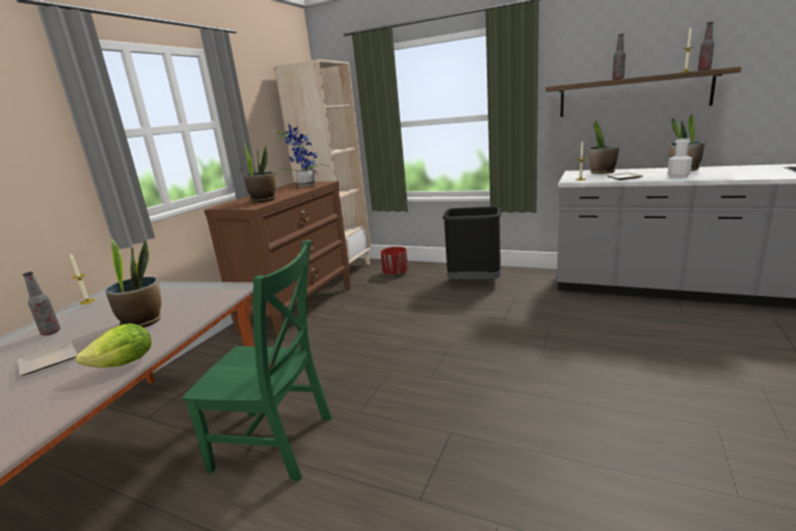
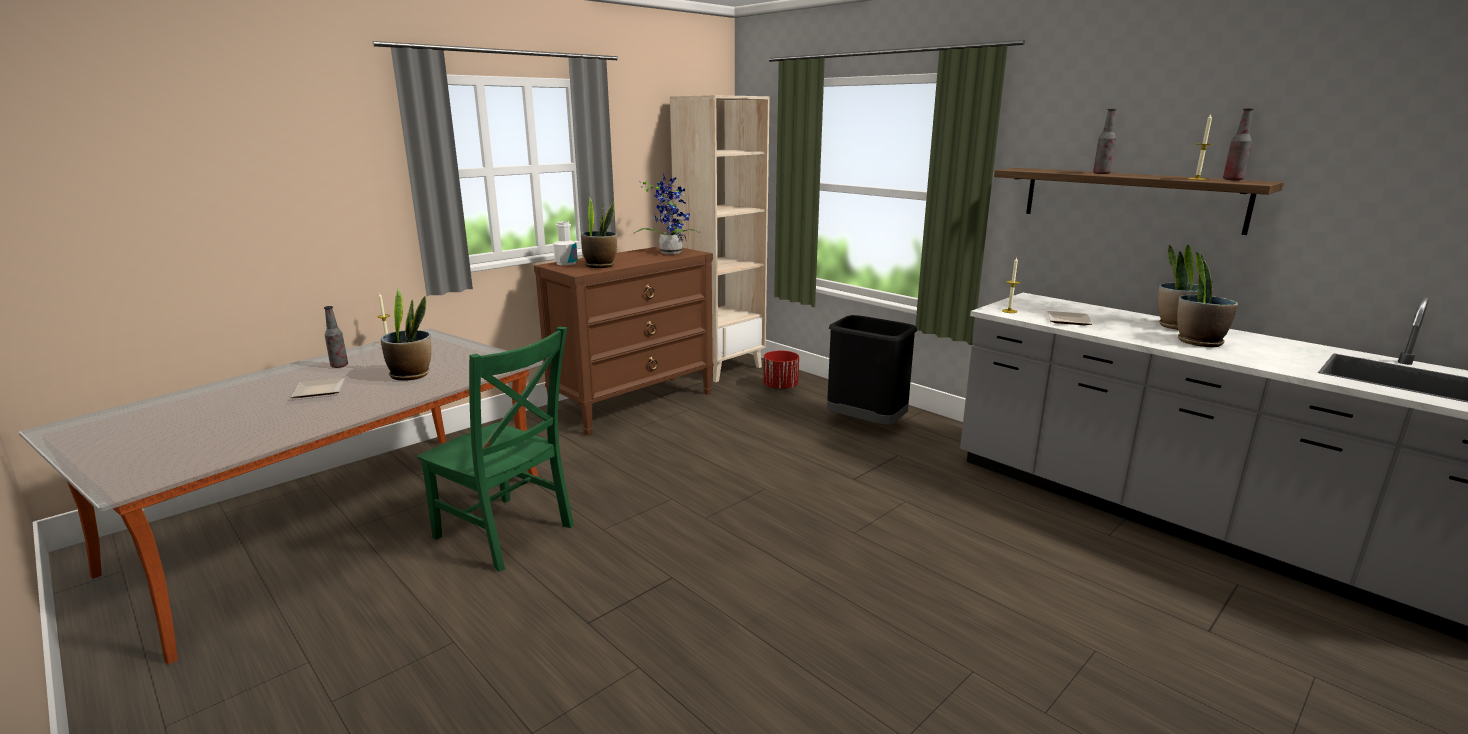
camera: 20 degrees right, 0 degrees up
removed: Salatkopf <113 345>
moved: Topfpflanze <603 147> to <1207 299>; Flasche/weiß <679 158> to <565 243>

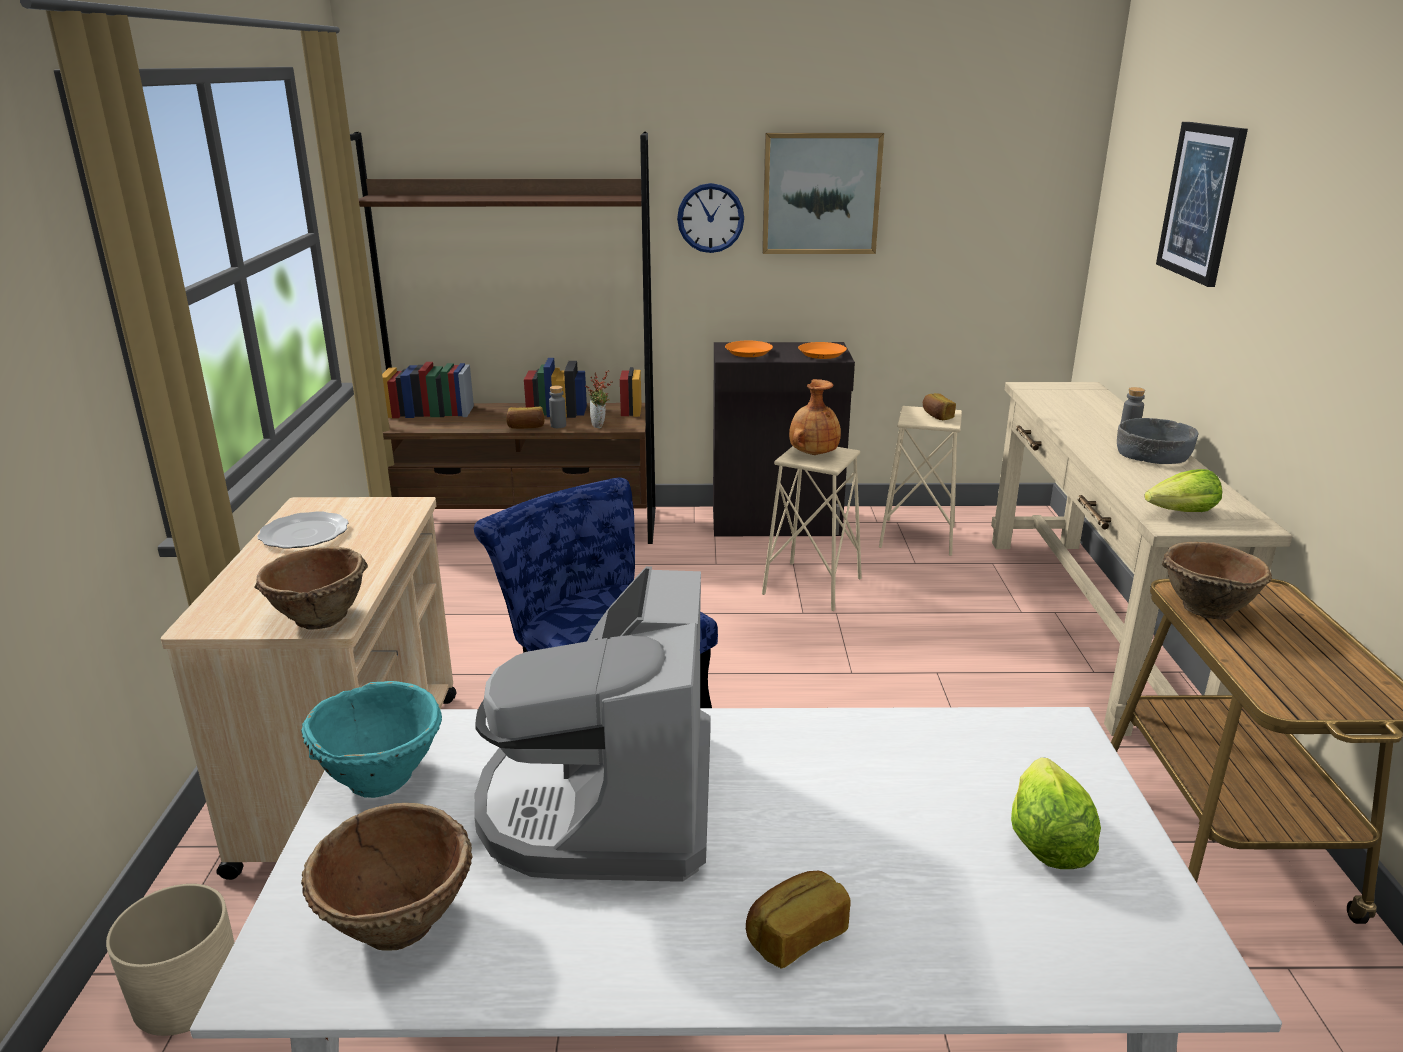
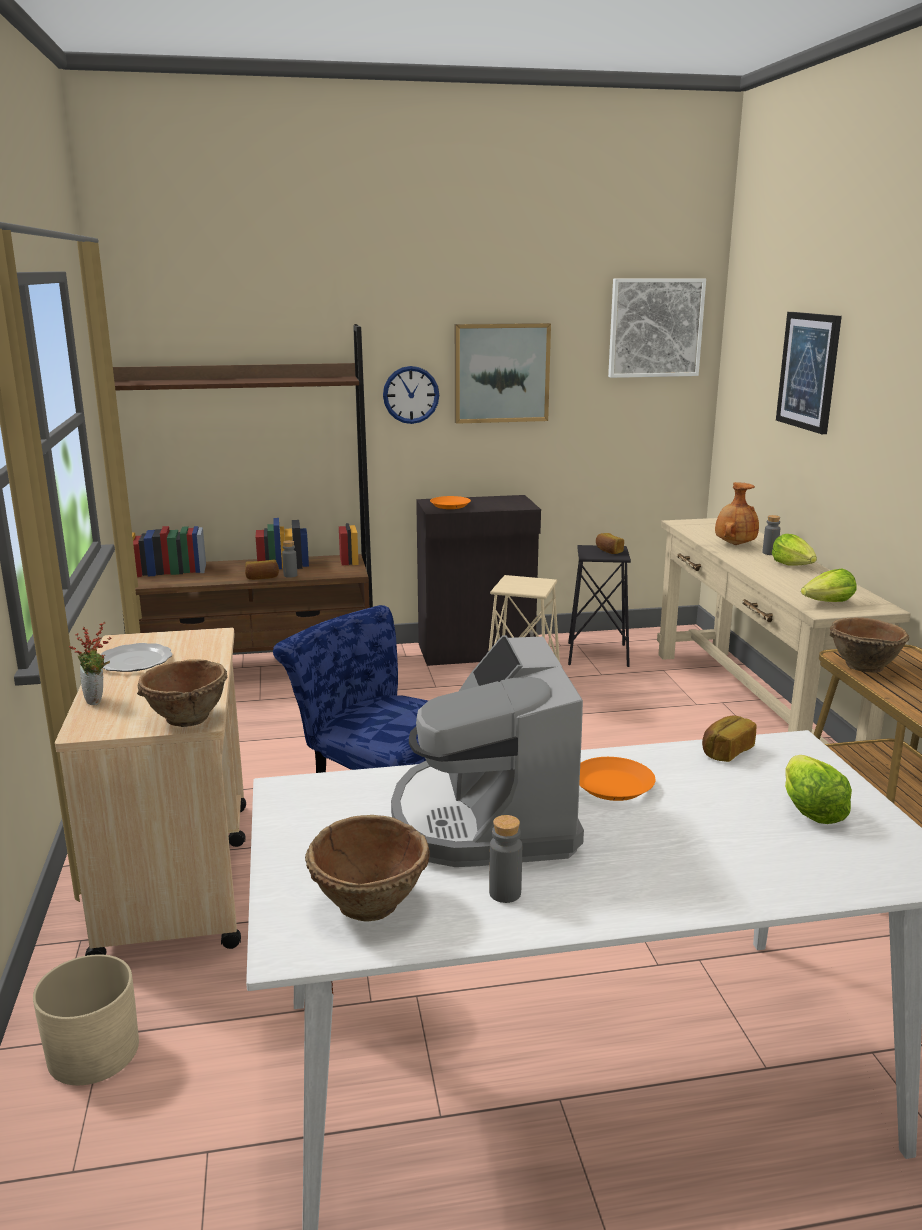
camera: 10 degrees left, 5 degrees down
removed: Schüssel/türkis <371 739>
added: Flasche/grau <505 859>; Bild <657 328>
moved: Topfpflanze <599 399> to <90 664>; Brot <798 920> to <729 738>; Vase/braun <815 417> to <737 513>; Teller/orange <822 350> to <617 779>
replaced: Schüssel/grau <1158 441> to Salatkopf <794 550>
recoloured: Hocker/beige <920 481> to Hocker/schwarz <599 606>

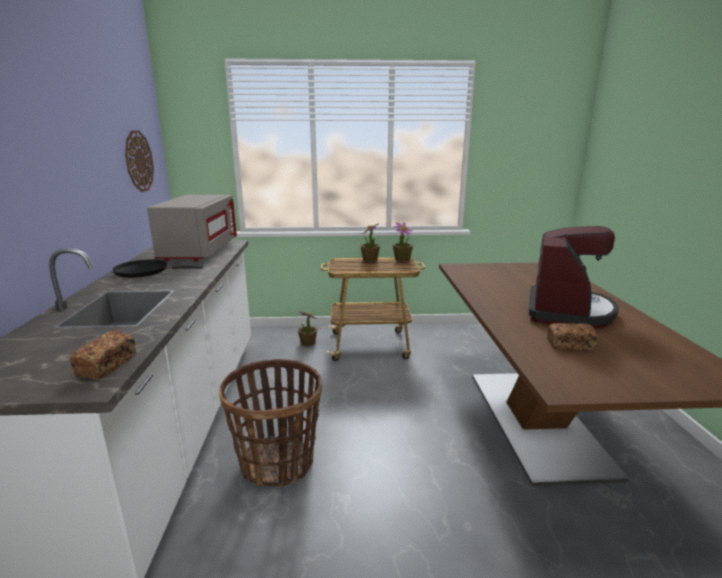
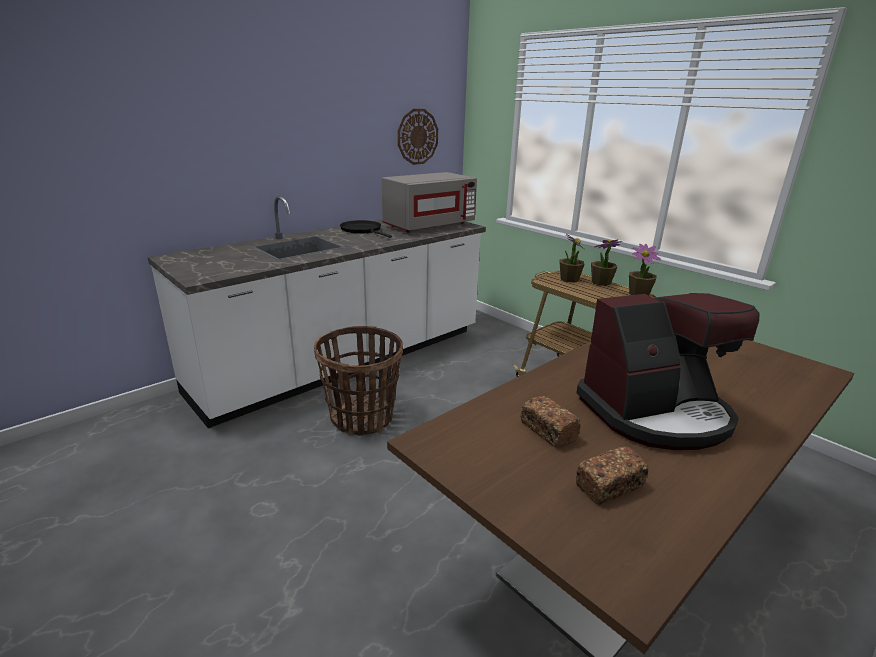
camera: 50 degrees right, 5 degrees up
moved: Brot <103 355> to <612 476>; Topfpflanze <307 328> to <572 258>

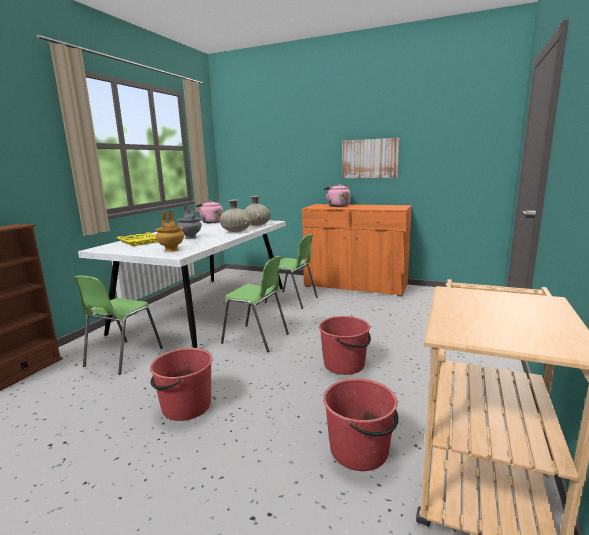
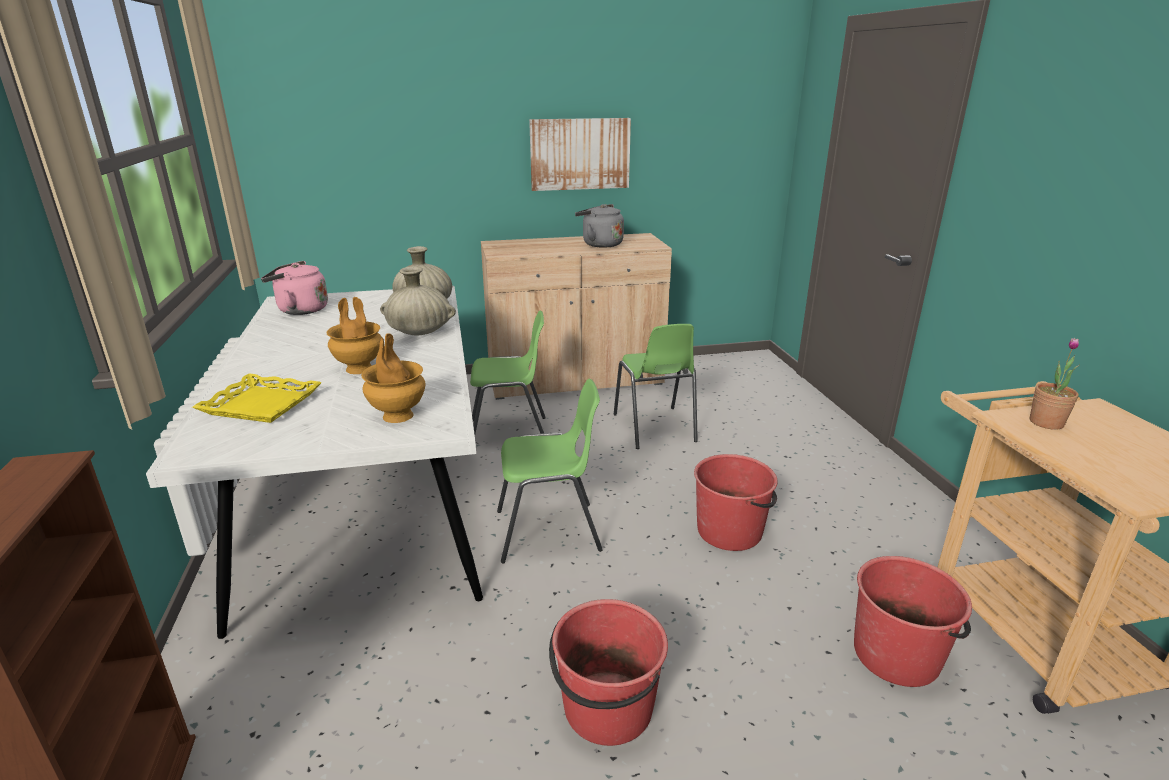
camera: 35 degrees left, 10 degrees up
removed: Wasserkessel/rosa <337 195>
added: Wasserkessel/grau <599 226>; Topfpflanze <1054 384>
moved: Stuhl/grün <118 325> to <656 386>
recoloured: Vase/grau <189 221> to Vase/braun <354 335>; Schrank/orange <357 250> to Schrank/beige <576 316>

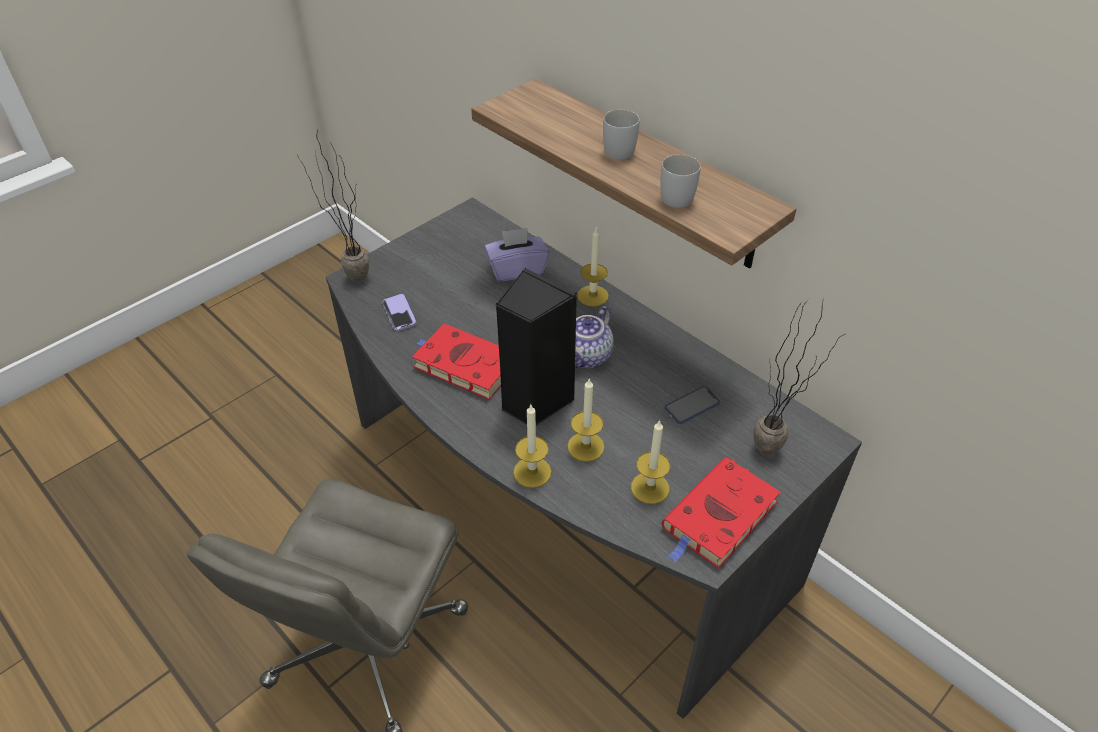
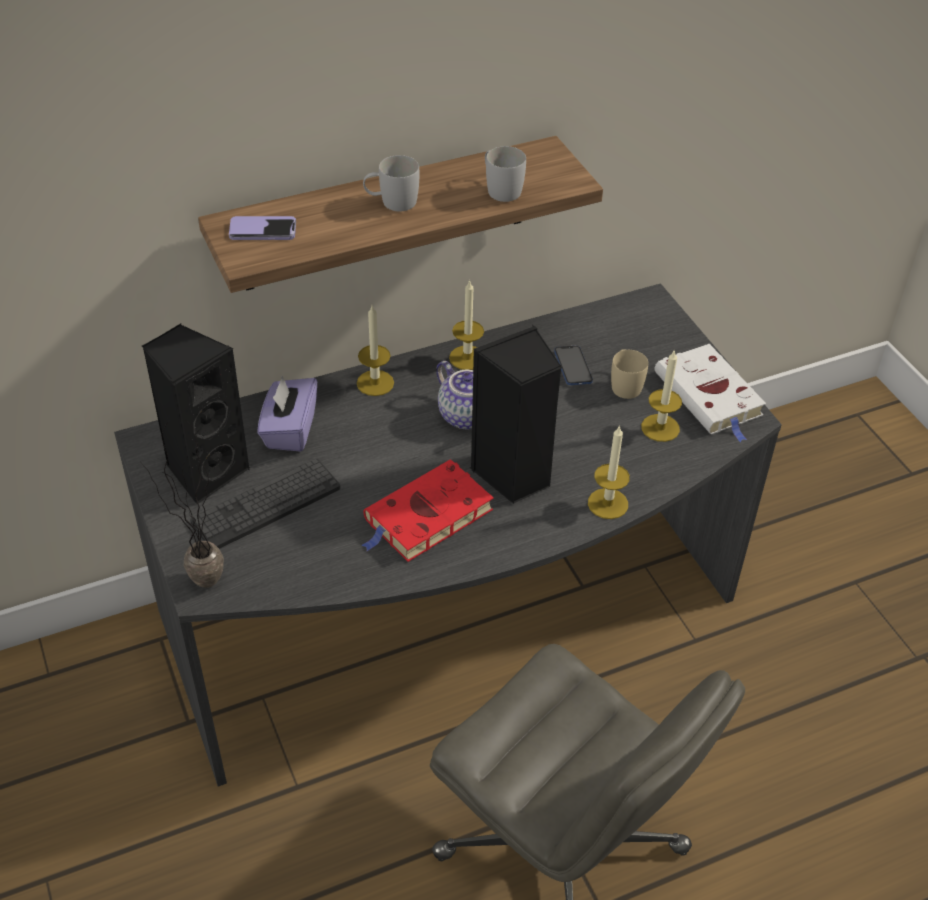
camera: 70 degrees left, 0 degrees up
removed: Topfpflanze <799 376>
added: Lautsprecher/schwarz <196 414>; Tastatur <265 504>; Henkelbecher/beige <629 374>
moved: Handy <399 312> to <262 228>; Kerze <586 420> to <466 325>
recoloured: Buch/rot <721 512> to Buch/weiß <710 393>

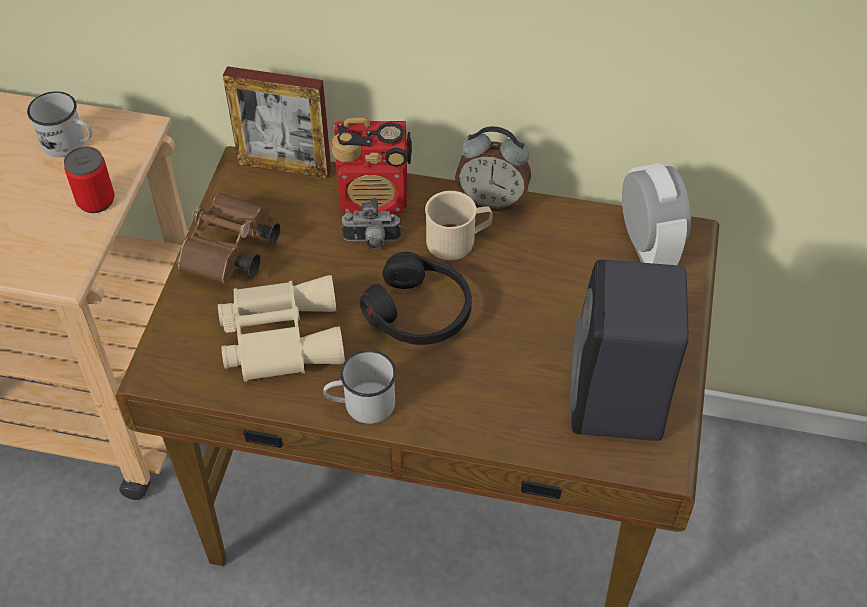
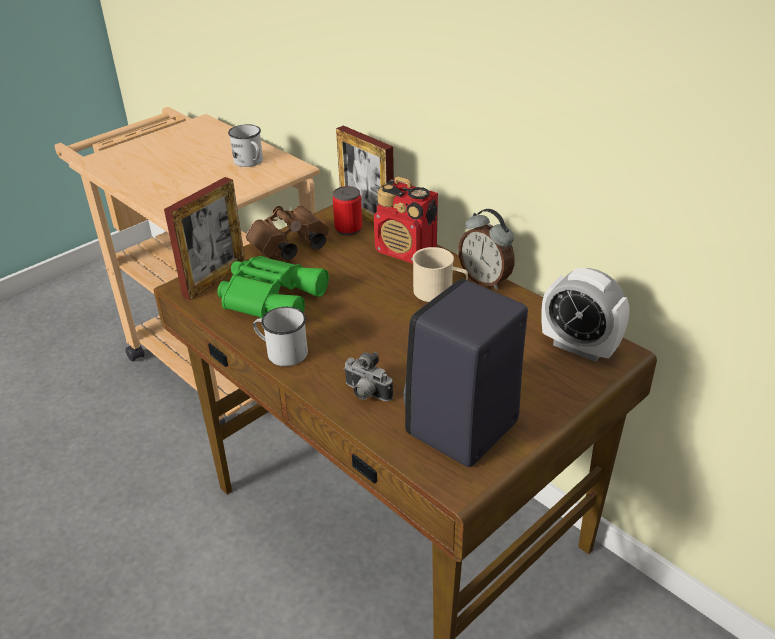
camera: 35 degrees right, 15 degrees down
removed: Kopfhörer/schwarz <416 298>
added: Bilderrahmen <204 238>
moved: Dose <89 179> to <347 211>; Kamera <371 223> to <368 376>
recoloured: Fernglas/beige <281 328> to Fernglas/grün <273 287>
turned: Wecker <656 214> = <585 315> 105 degrees clockwise

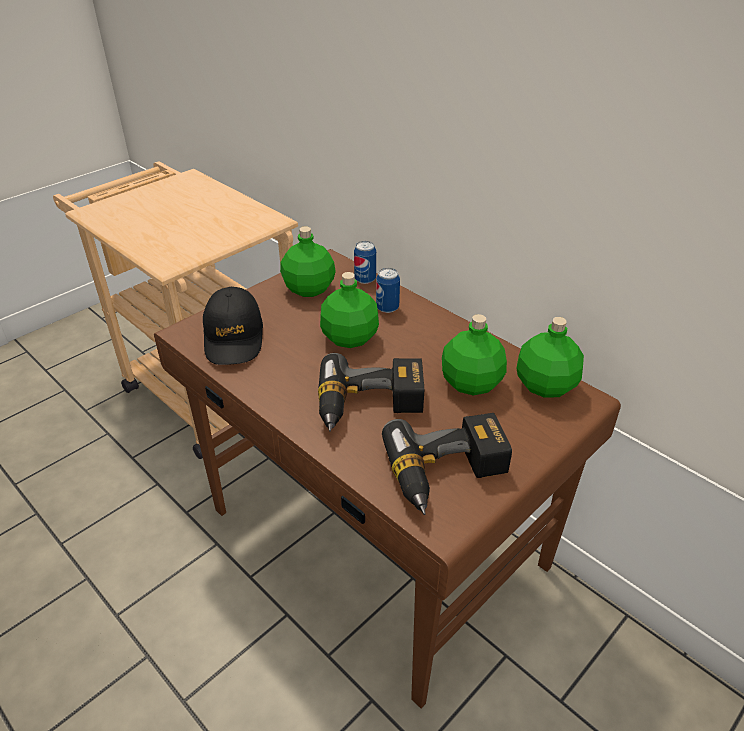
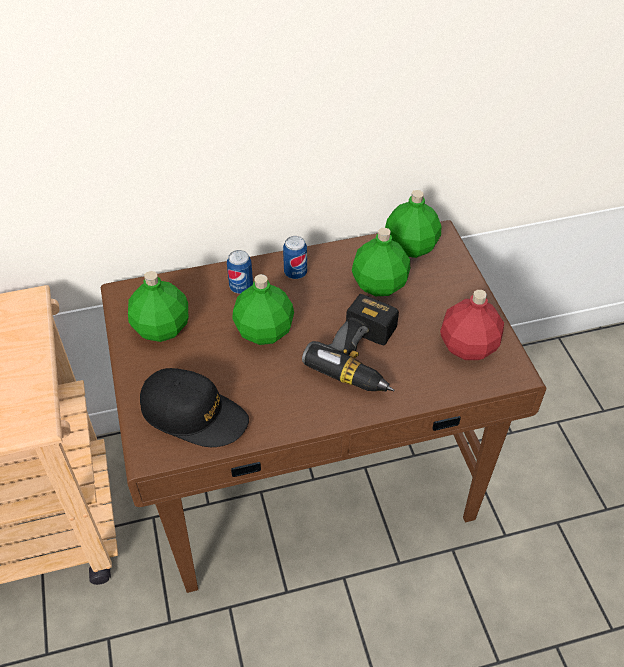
camera: 60 degrees left, 10 degrees up
moved: Dose <365 262> to <295 257>
replaced: Bohrmaschine <447 464> to Flasche/rot <472 325>

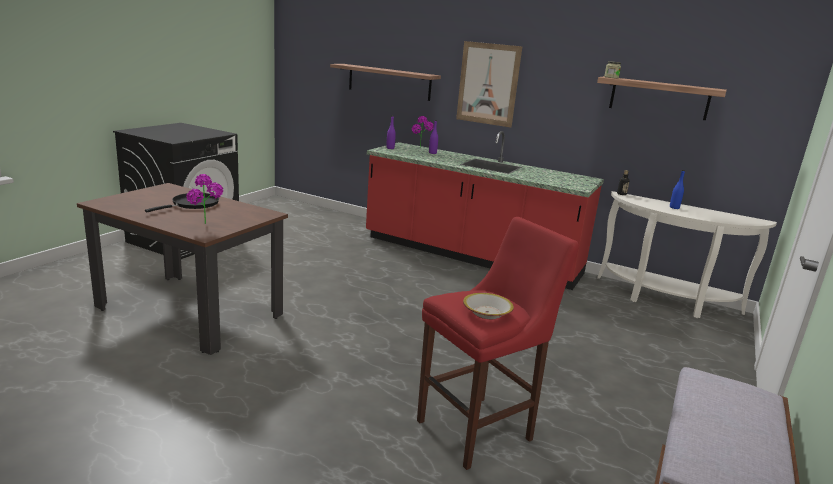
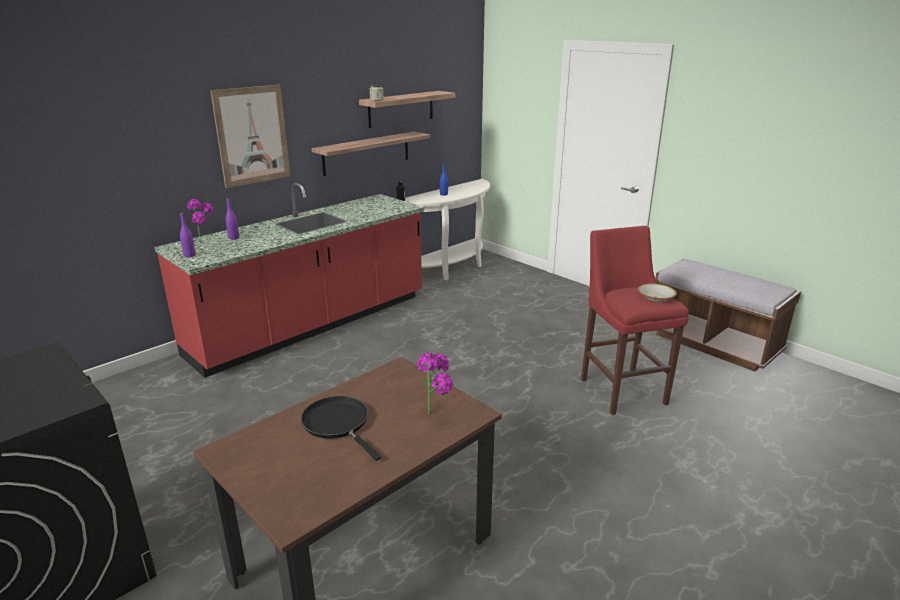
camera: 70 degrees left, 5 degrees up
moved: Wandregal <385 82> to <370 153>

